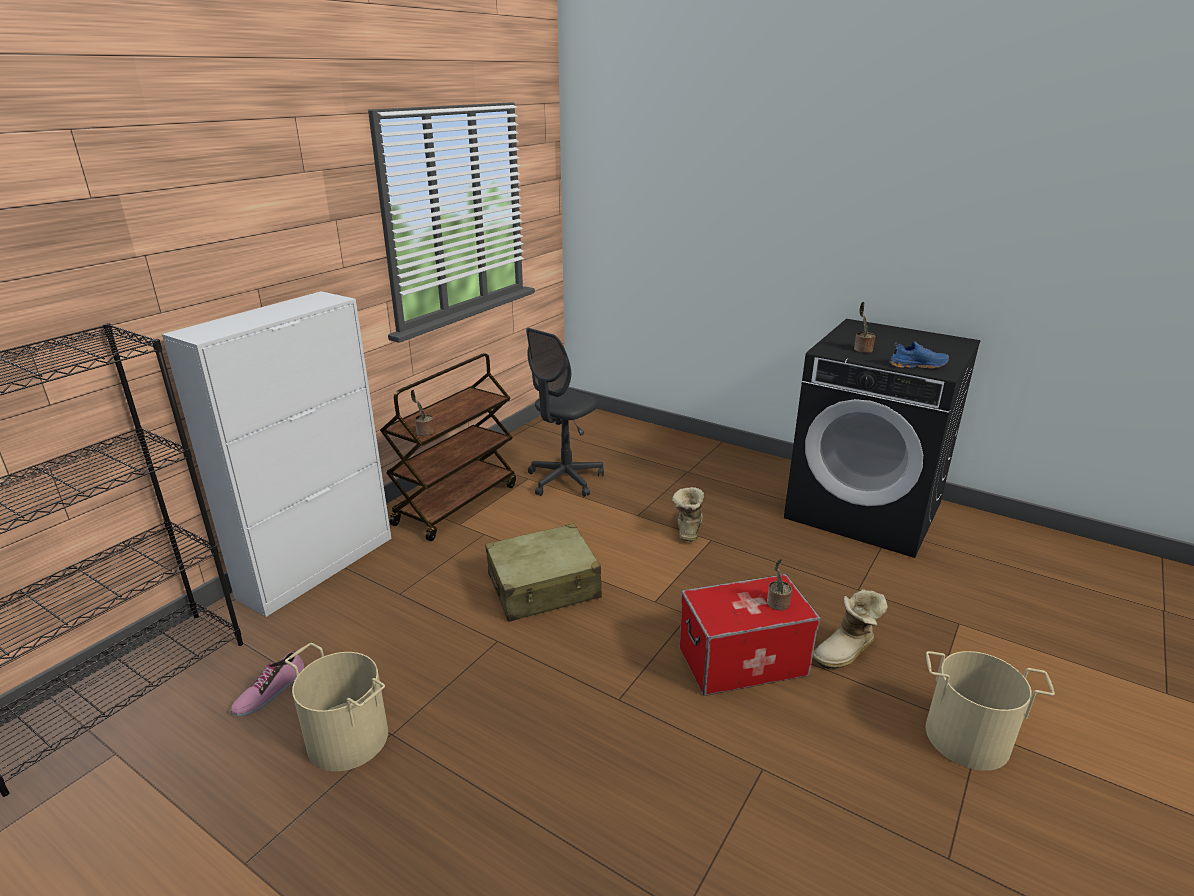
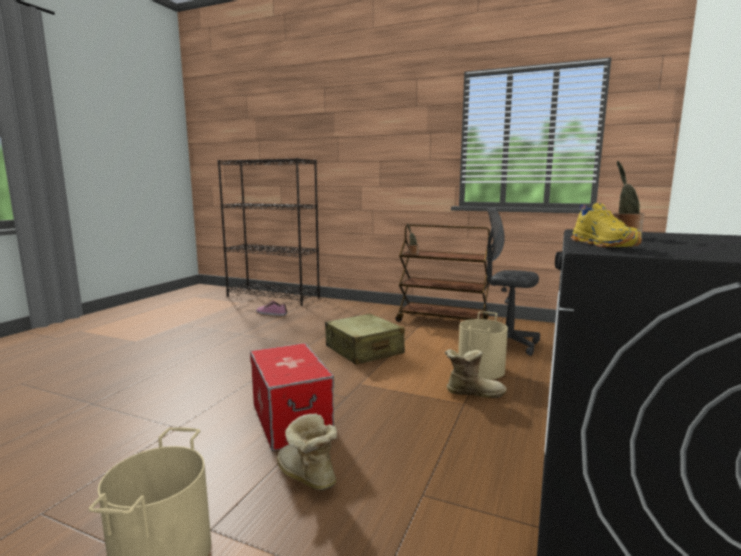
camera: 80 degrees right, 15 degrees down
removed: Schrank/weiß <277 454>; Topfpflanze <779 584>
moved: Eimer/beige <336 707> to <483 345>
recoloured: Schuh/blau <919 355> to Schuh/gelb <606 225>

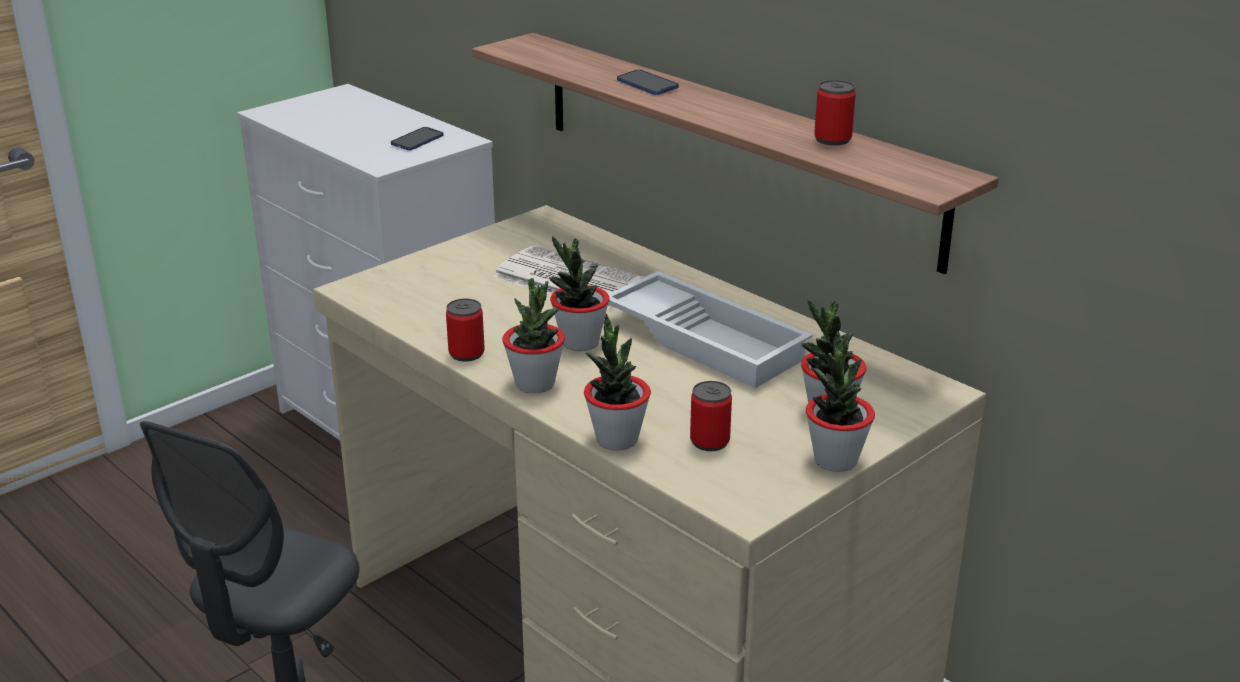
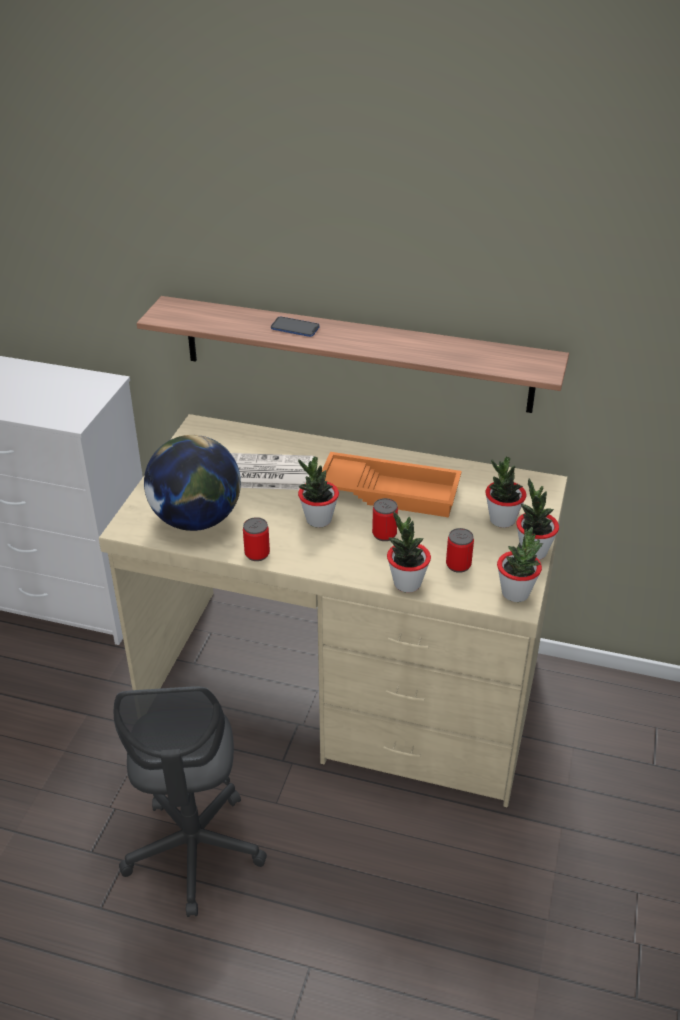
camera: 30 degrees left, 10 degrees up
removed: Handy <417 138>
added: Globus <192 483>
moved: Topfpflanze <533 335> to <520 564>; Dose <835 113> to <385 519>
recoloured: Tablett/weiß <710 329> to Tablett/orange <392 484>

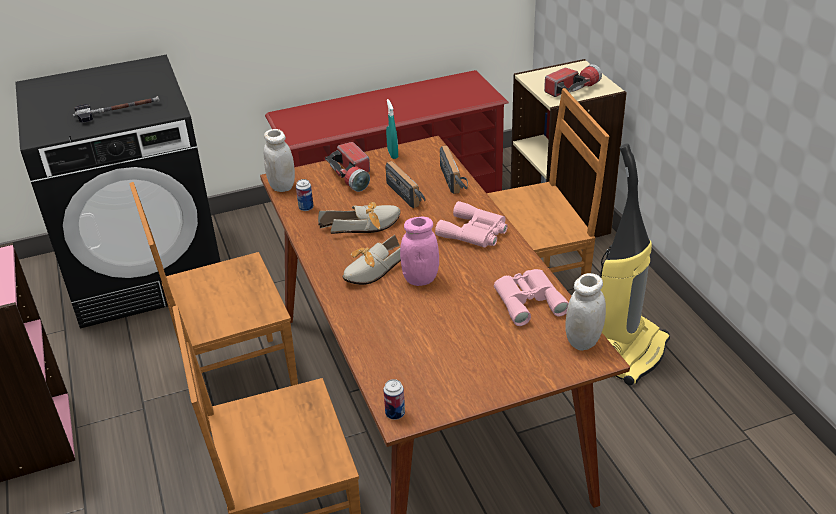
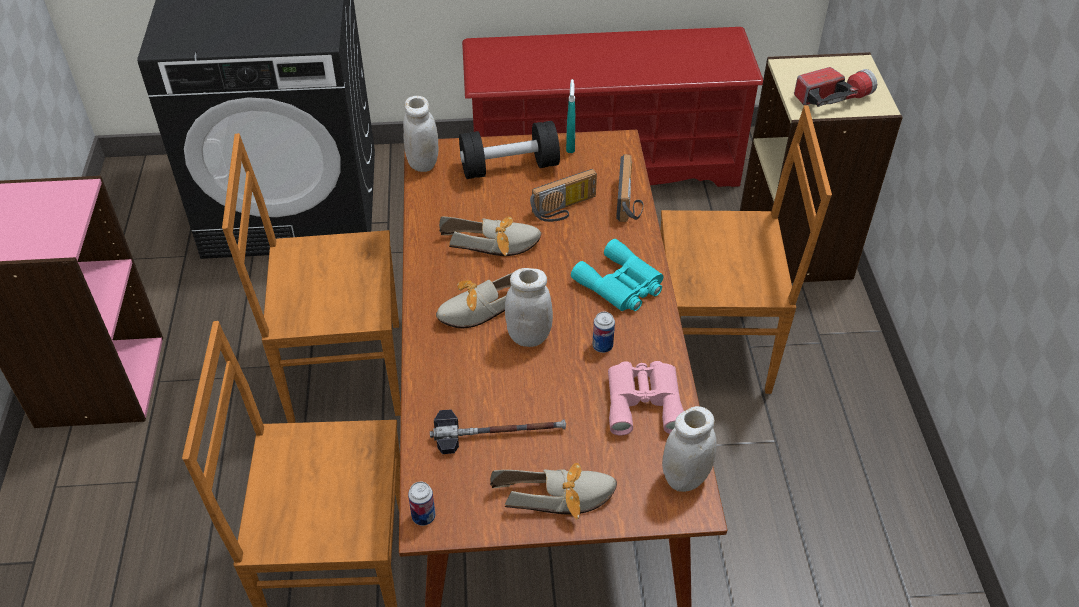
camera: 15 degrees right, 10 degrees up
removed: Staubsauger <633 265>
added: Schuh <553 491>
moved: Hammer <116 109> to <498 431>; Dose <304 195> to <603 332>
replaced: Taschenlampe <347 167> to Hantel/schwarz <509 150>
recoloured: Vorratsglas/rosa <419 251> to Vorratsglas/weiß <529 307>; Fernglas/rosa <471 224> to Fernglas/türkis <617 275>
turned: Radio <405 184> = <563 195> 75 degrees clockwise

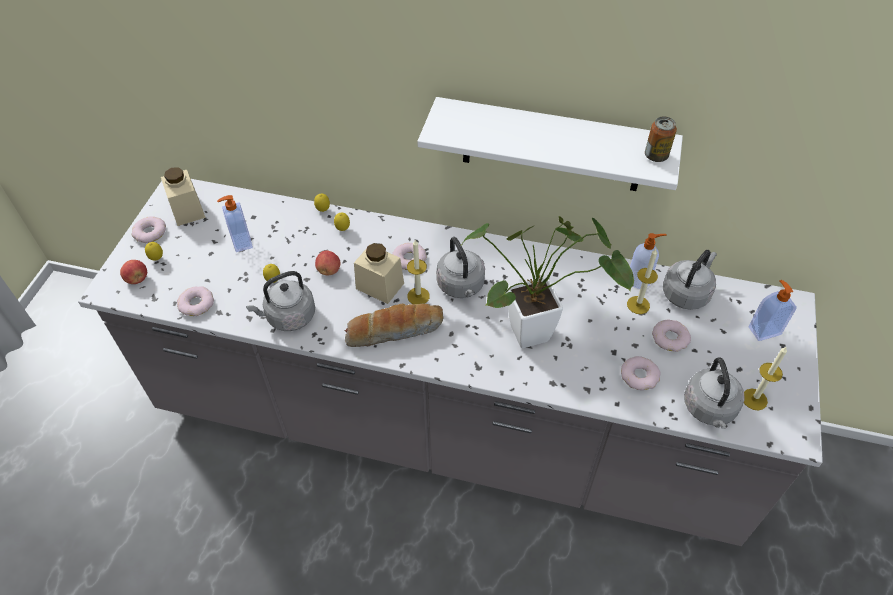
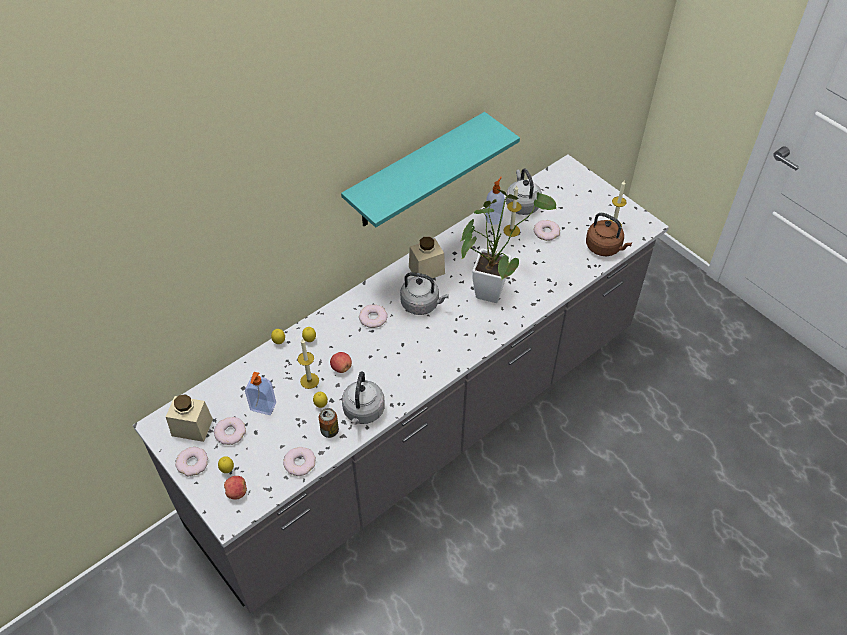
camera: 55 degrees left, 0 degrees up
removed: Brot <394 325>; Seifenspender <773 310>
moved: Vorratsglas/beige <379 273> to <427 257>; Kerze <418 272> to <308 364>; Donut <641 373> to <230 431>; Dose <661 139> to <329 423>
recoloured: Wandregal/weiß <550 144> to Wandregal/türkis <430 169>; Wasserkessel/grau <714 393> to Wasserkessel/braun <609 234>

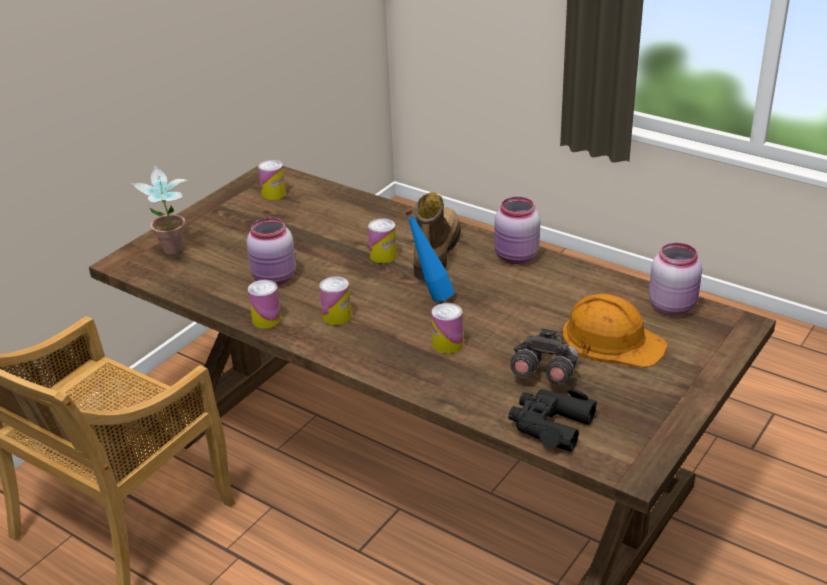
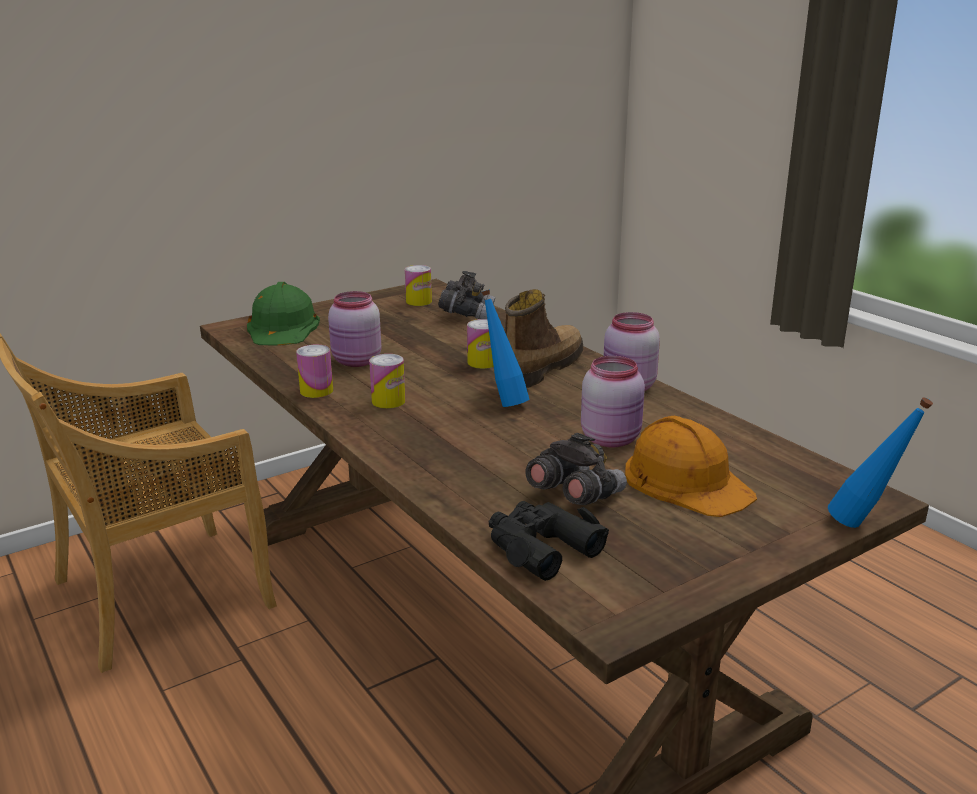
camera: 20 degrees right, 10 degrees down
removed: Dose <447 328>
added: Fernglas/grau <466 295>; Flasche/blau <880 462>
moved: Vorratsglas/rosa <675 279> to <613 401>
replaced: Topfpflanze <160 209> to Schutzhelm/grün <283 313>

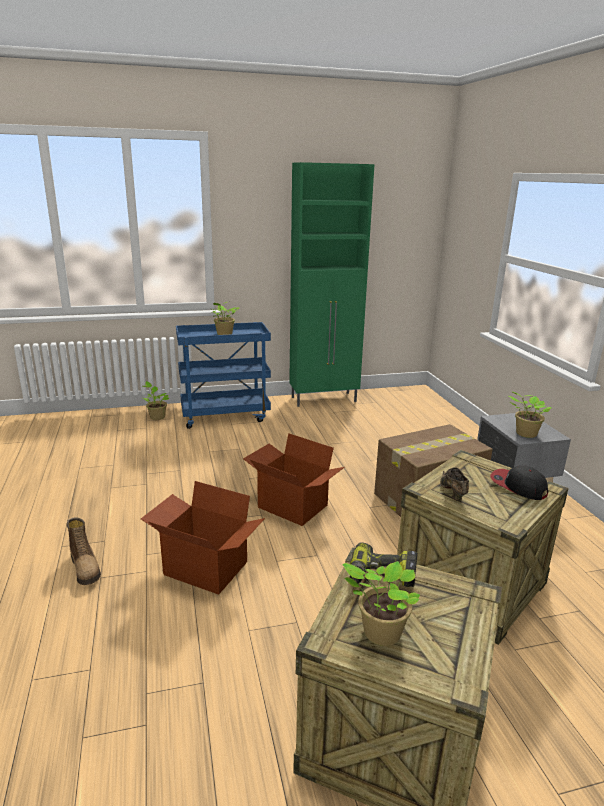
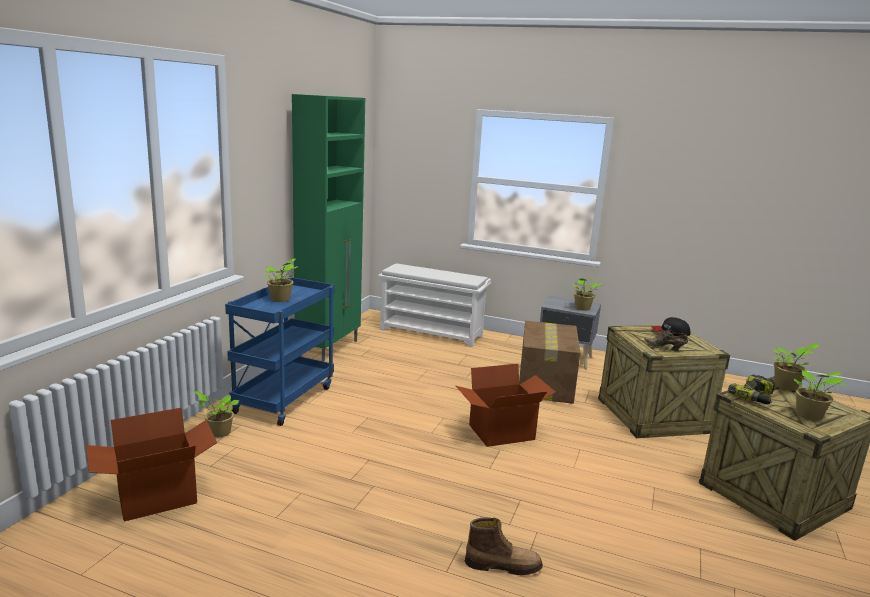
camera: 55 degrees left, 5 degrees down
added: Schuhregal/weiß <434 305>; Topfpflanze <795 367>
moved: Karton <203 538> to <151 465>

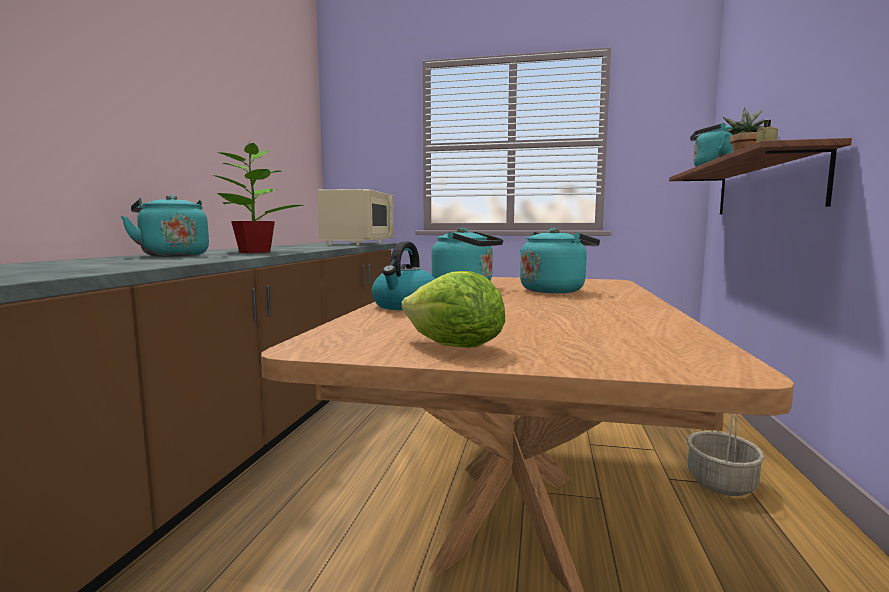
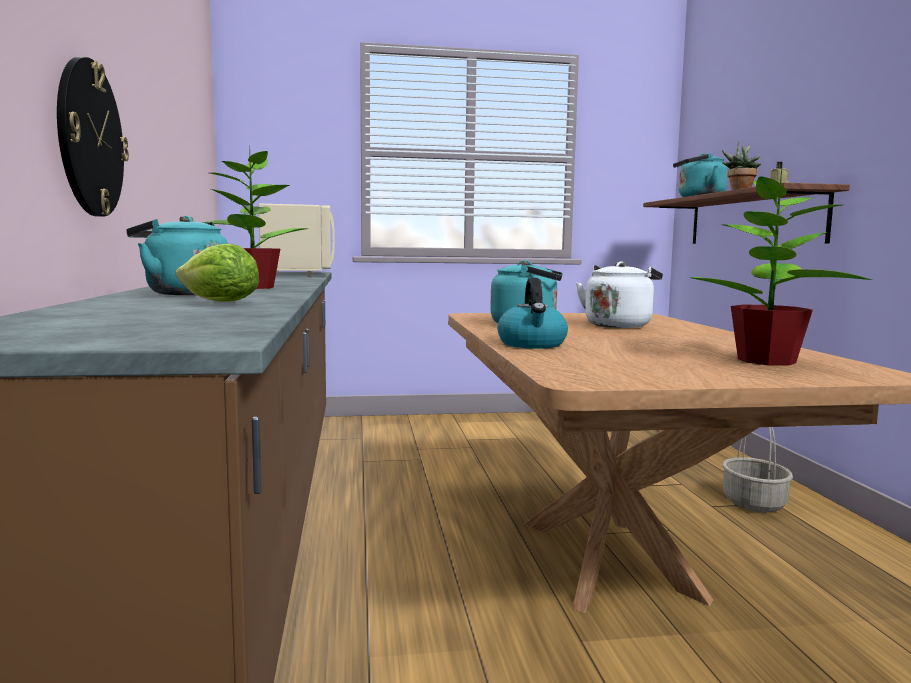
camera: 20 degrees left, 0 degrees up
added: Wanduhr <93 137>; Topfpflanze <780 267>
moved: Salatkopf <453 309> to <217 272>
recoloured: Wasserkessel/türkis <560 260> to Wasserkessel/weiß <619 294>

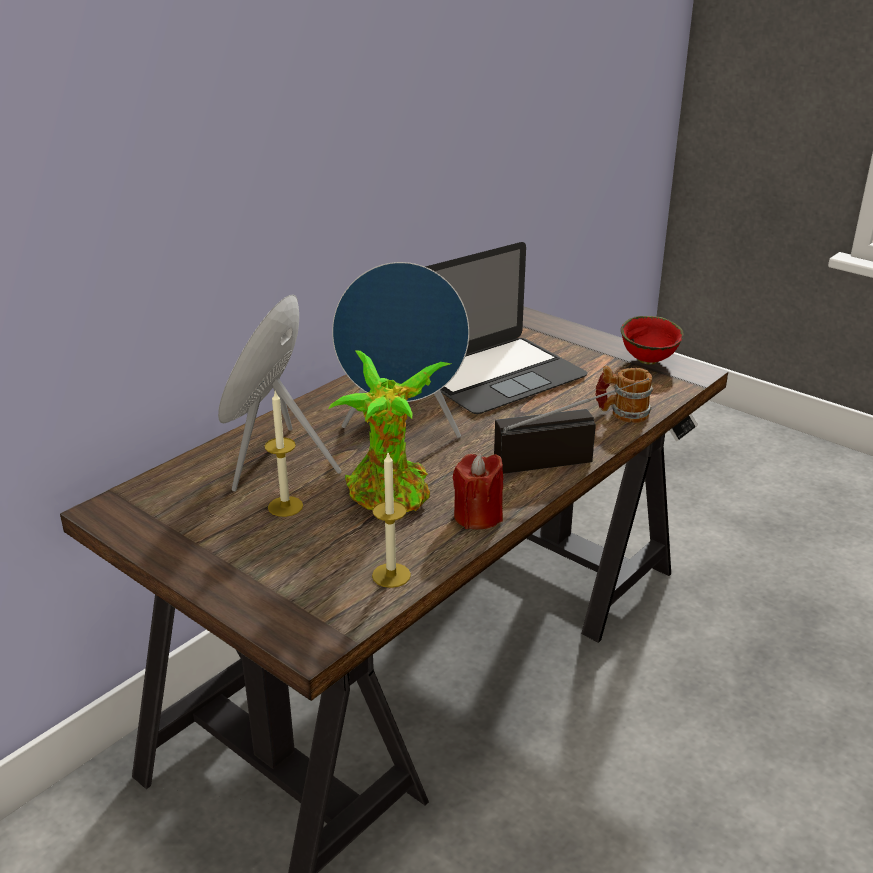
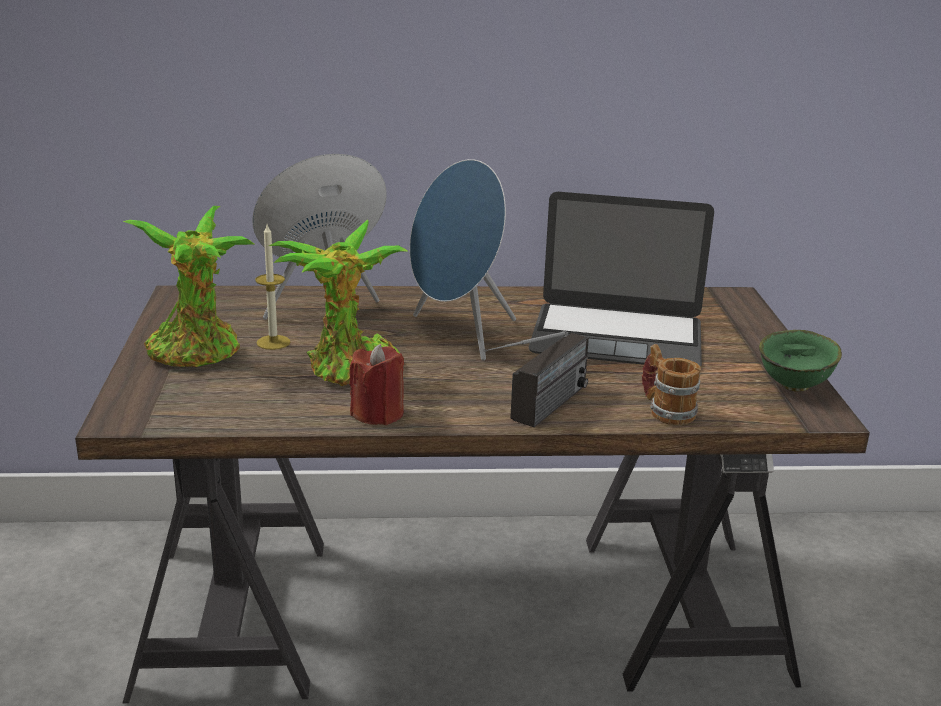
camera: 45 degrees right, 5 degrees down
removed: Kerze <391 520>
added: Topfpflanze <188 286>
recoloured: Schüssel/rot <652 340> to Schüssel/grün <800 361>
turned: Radio <571 426> = <536 379> 90 degrees clockwise

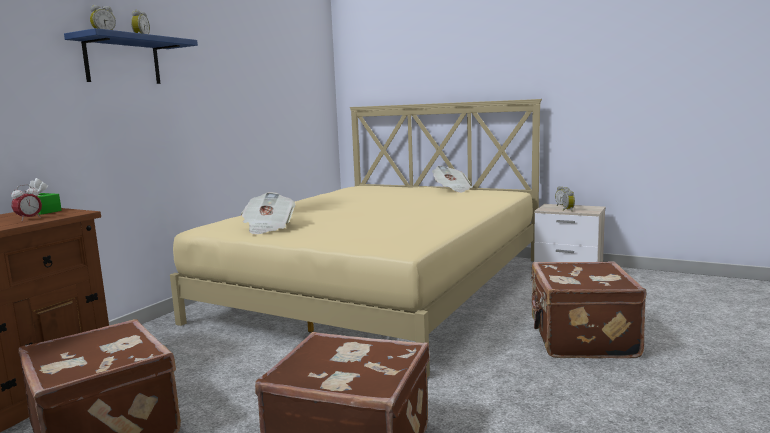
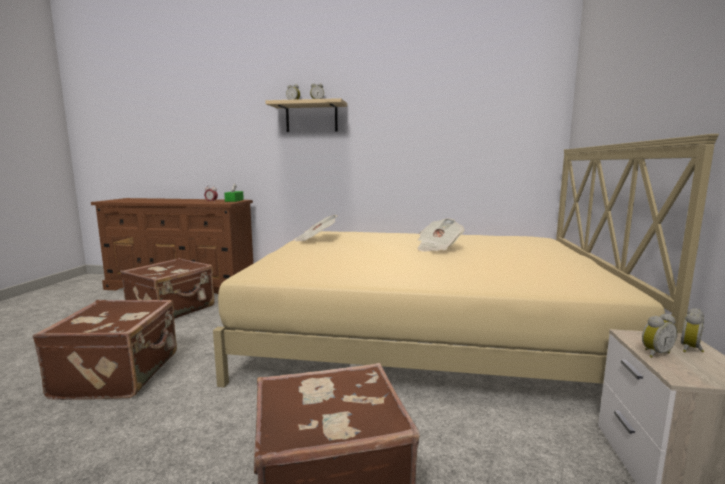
camera: 70 degrees right, 0 degrees up
moved: Zeitung <452 179> to <440 235>
recoloured: Wandregal/blau <131 56> to Wandregal/beige <306 115>

